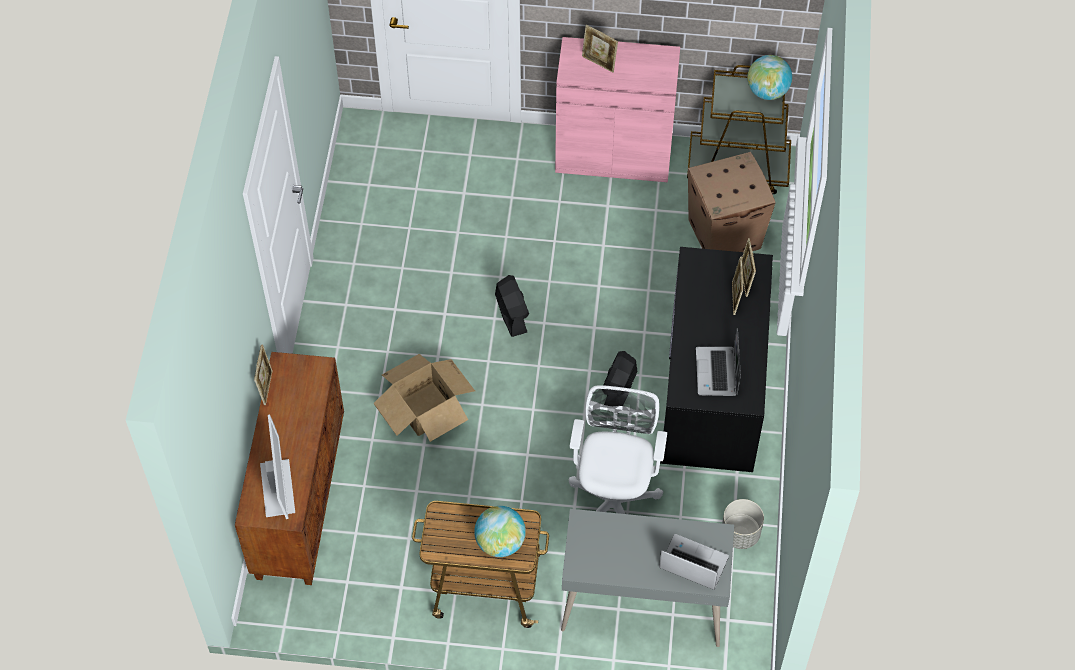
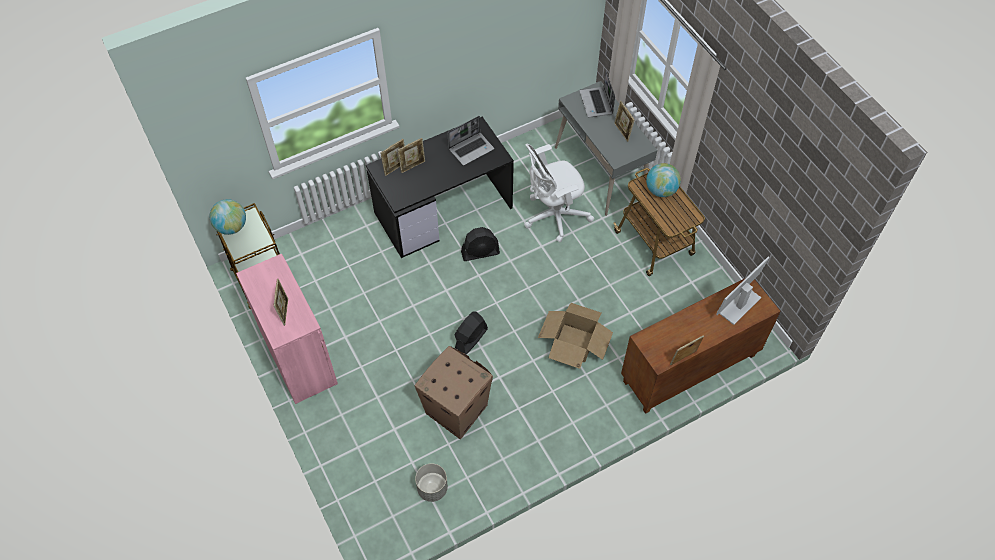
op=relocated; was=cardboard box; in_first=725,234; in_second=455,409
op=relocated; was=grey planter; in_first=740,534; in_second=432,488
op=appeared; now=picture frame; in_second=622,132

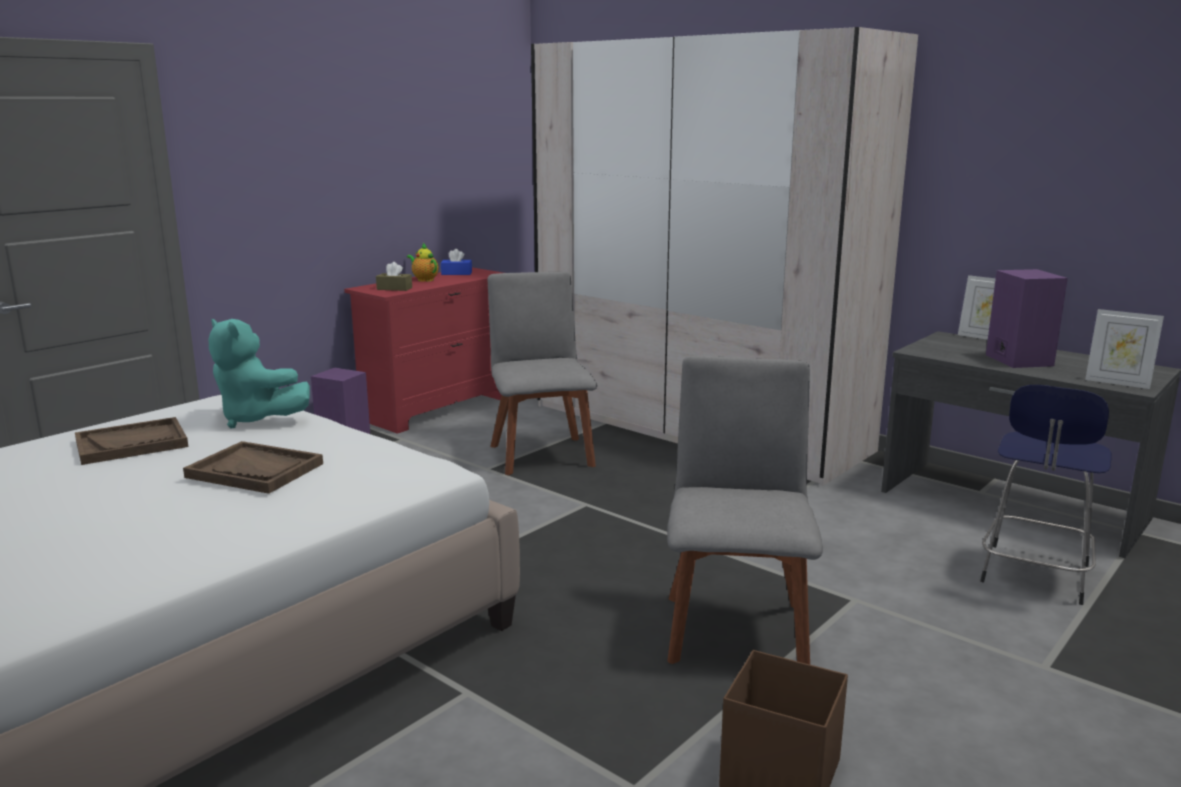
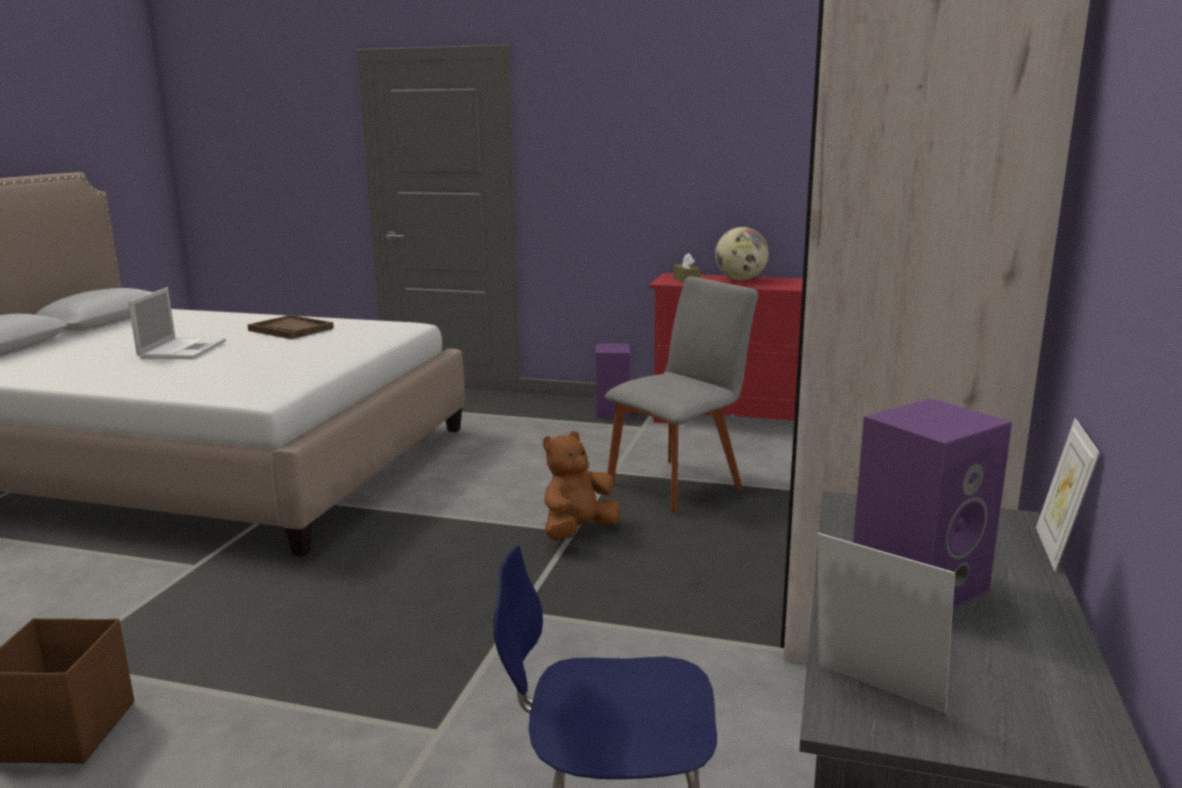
op=exchanged; was=teapot; now=globe; in_first=424,279; in_second=740,280
op=missing; was=blue tissue box; in_first=456,273
op=spun; was=picture frame; in_first=1117,383; in_second=874,694; clockwise=120
op=missing; was=turquoise plush toy; in_first=257,419
op=missing; was=grey chair; in_first=736,627
op=missing; was=brown tray; in_first=255,470
op=appeared; now=laptop; in_second=183,349
op=appeared; now=brown plush toy; in_second=578,531

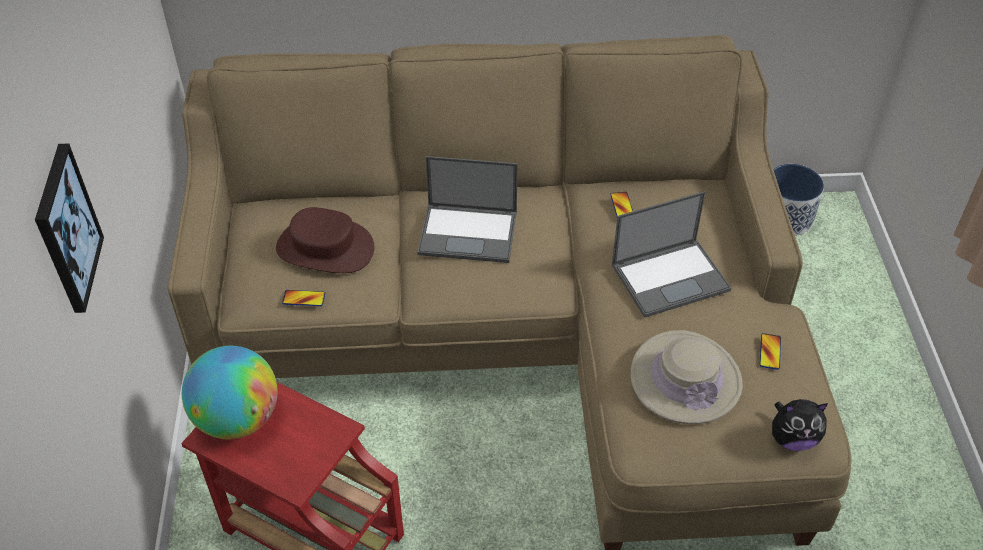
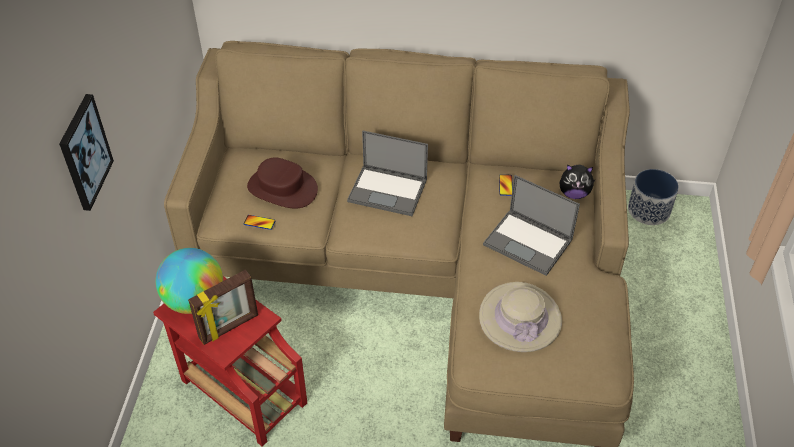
op=spun; was=laptop; in_first=671,277; in_second=529,242; clockwise=45
op=missing; was=phone; in_first=770,352
op=relocated; was=plush toy; in_first=792,439; in_second=574,193
op=appeared; now=picture frame; in_second=229,327

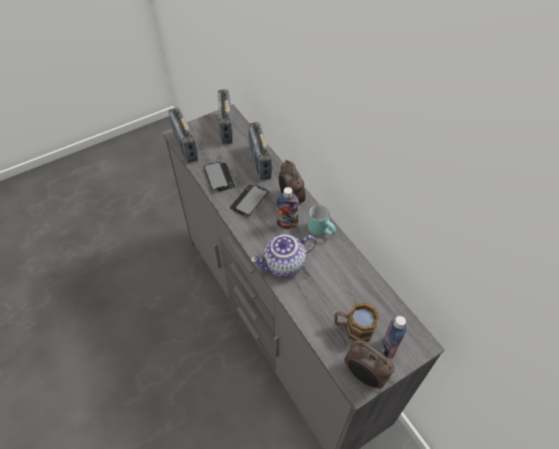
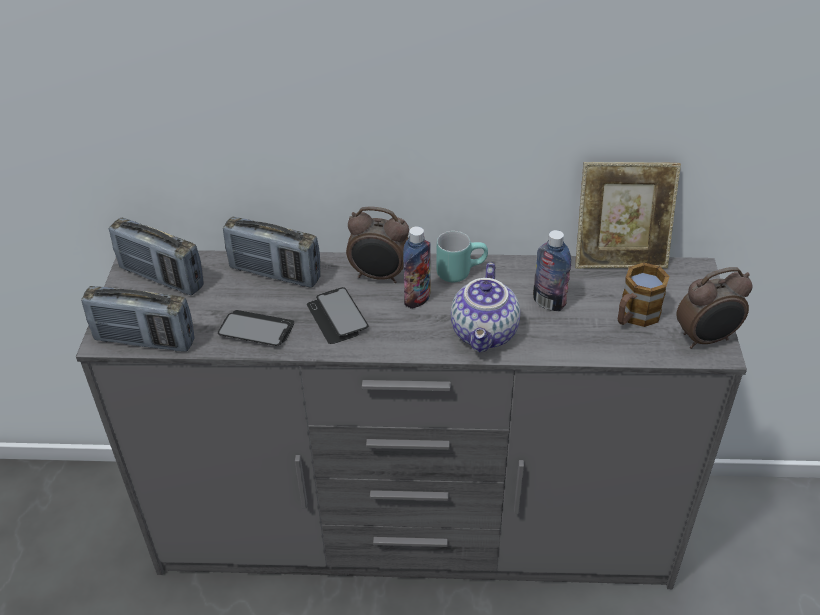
op=relocated; was=bottle; in_first=388,347; in_second=548,302
op=appeared; now=picture frame; in_second=619,257

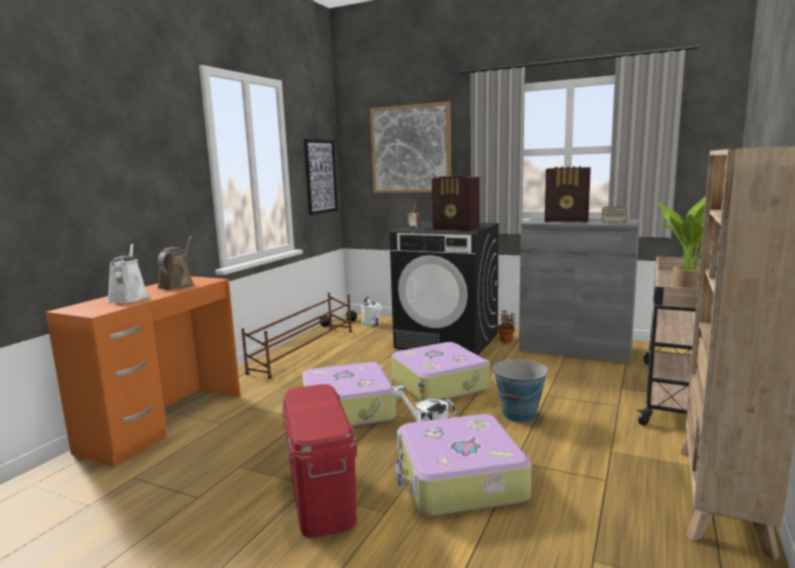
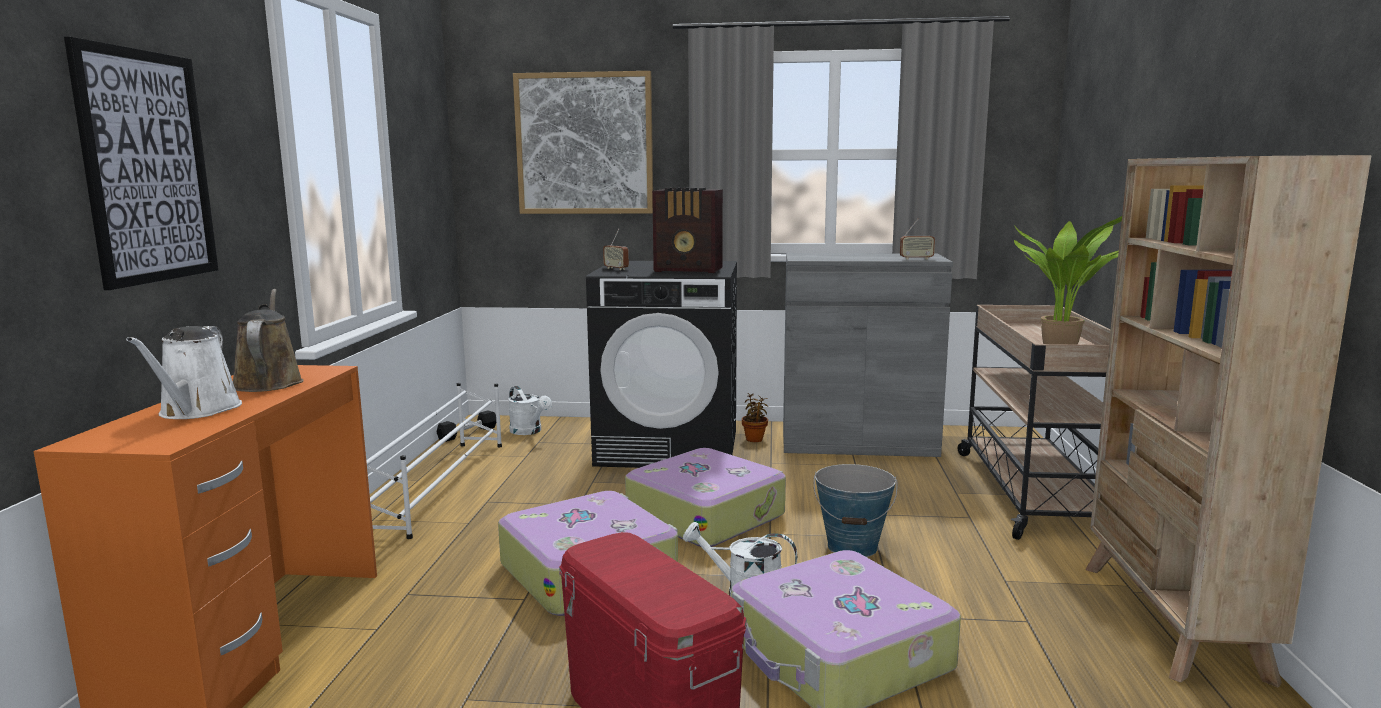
op=relocated; was=picture; in_first=320,176; in_second=147,167
op=missing; was=radio; in_first=567,221
op=spun; was=white watering can; in_first=129,298; in_second=197,411; clockwise=-150
op=colour; was=brown shoe rack; now=white shoe rack; in_first=305,350; in_second=441,484

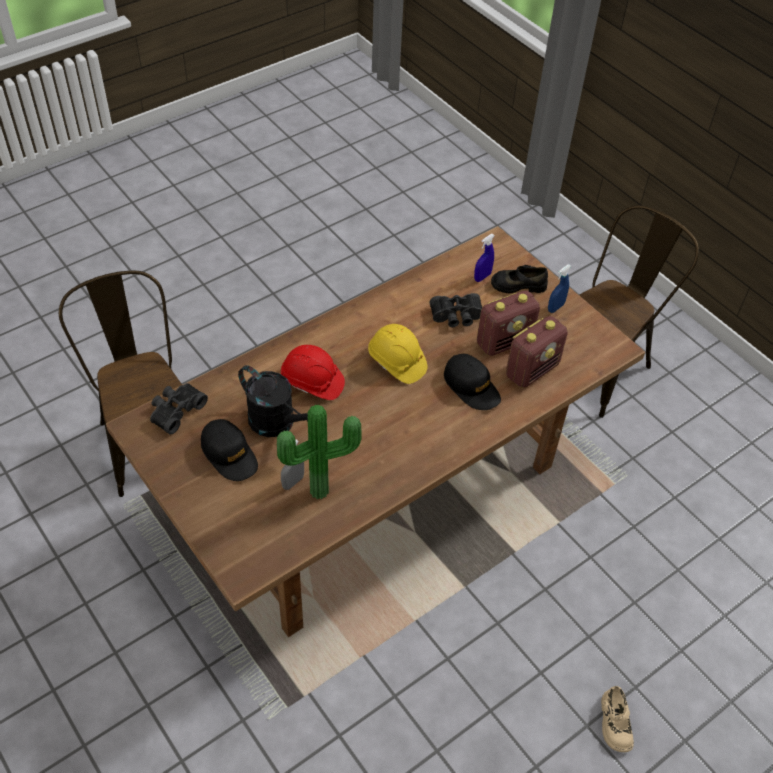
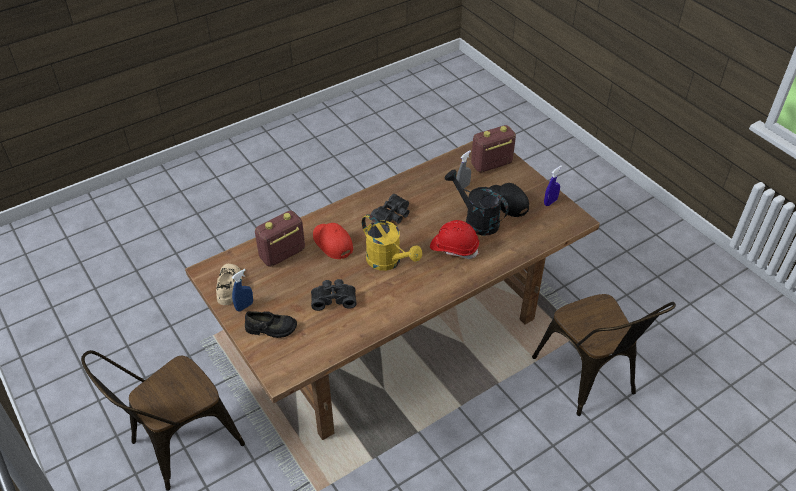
op=relocated; was=blue spray bottle; in_first=482,277; in_second=550,202
op=relocated; was=radio; in_first=504,341; in_second=491,165
op=exchanged; was=yellow hard hat; now=yellow watering can; in_first=396,362; in_second=388,262
op=colour; was=black cap; now=red cap; in_first=472,387; in_second=332,243
op=relocated; was=black binoculars; in_first=175,410; in_second=393,216
op=missing; was=potted plant; in_first=321,494
op=relocated; was=beige shoe; in_first=614,723; in_second=229,286

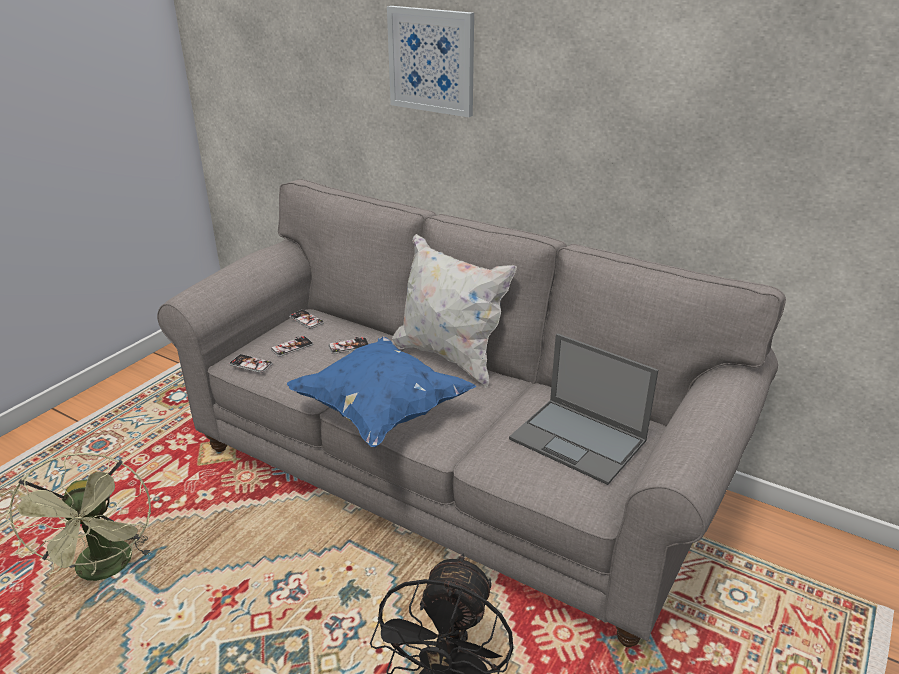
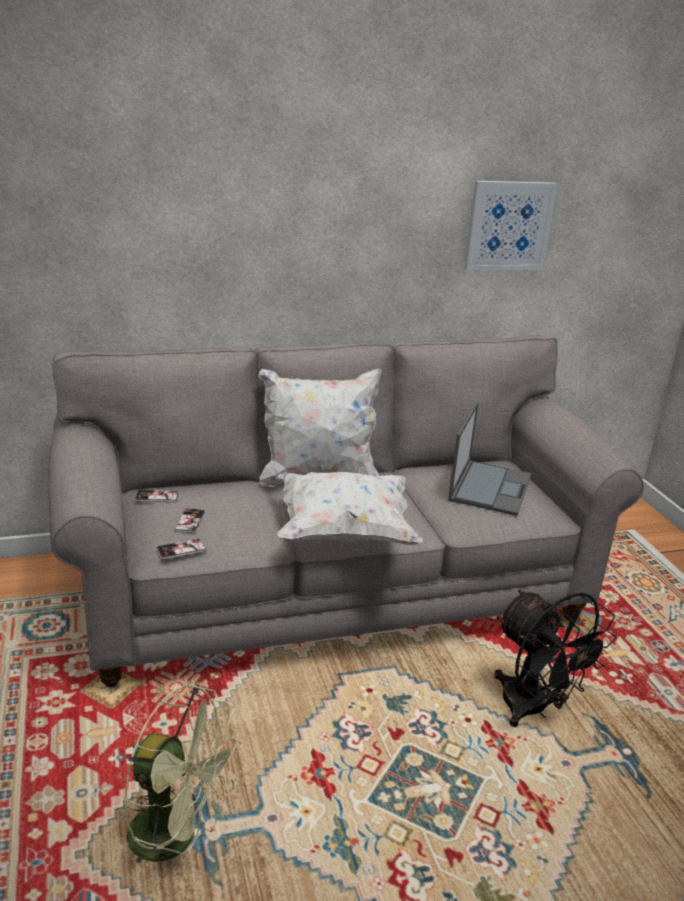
op=relocated; was=picture; in_first=432,60; in_second=508,226
op=spun; was=laptop; in_first=579,440; in_second=490,487; clockwise=-60
op=colour; was=blue pillow; now=white pillow; in_first=380,412; in_second=343,533
op=missing; was=phone; in_first=349,346

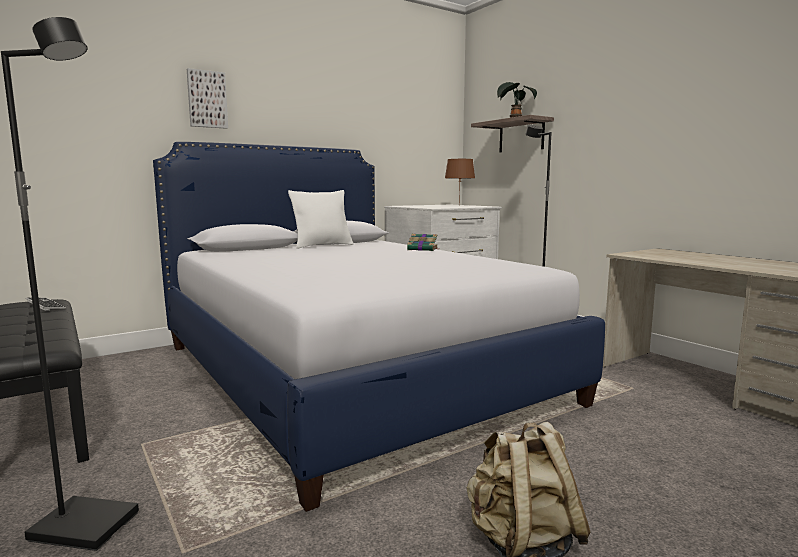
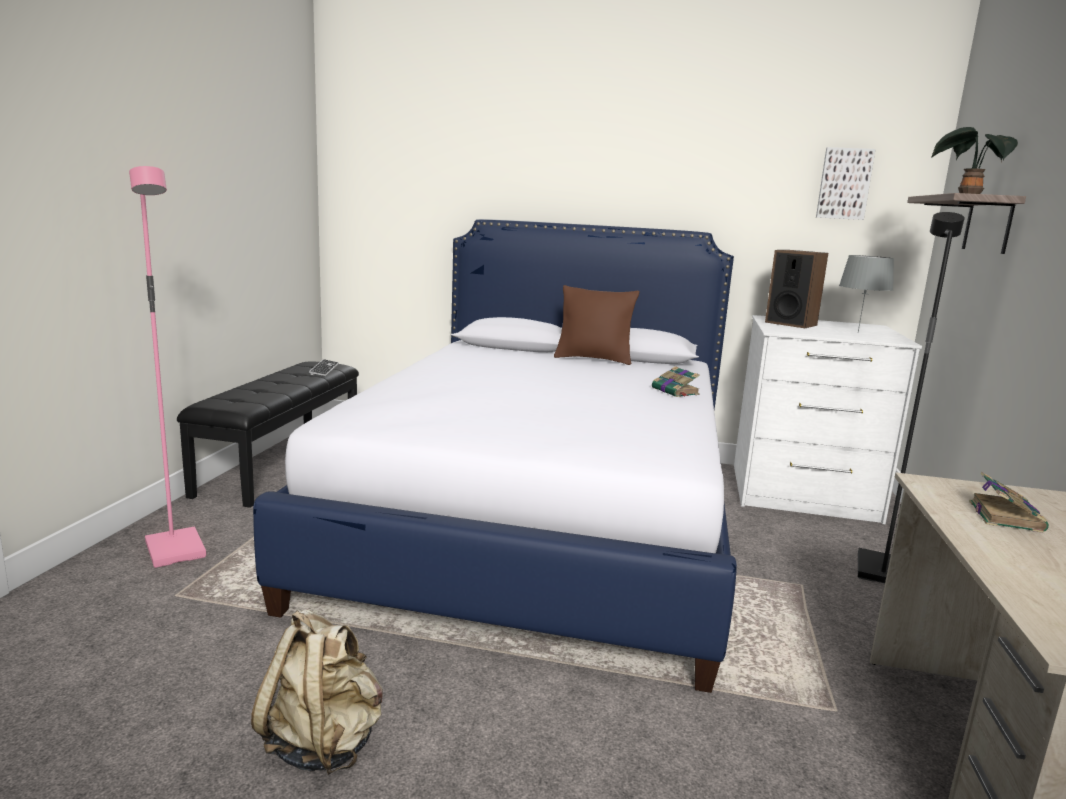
op=colour; was=black floor lamp; now=pink floor lamp; in_first=87,525; in_second=177,550
op=relocated; was=picture; in_first=207,99; in_second=844,184
op=colour; was=brown table lamp; now=grey table lamp; in_first=459,206; in_second=858,332
op=colour; was=white pillow; now=brown pillow; in_first=322,245; in_second=593,359
op=appeared; now=speaker; in_second=790,324
op=appeared; now=book; in_second=1005,516

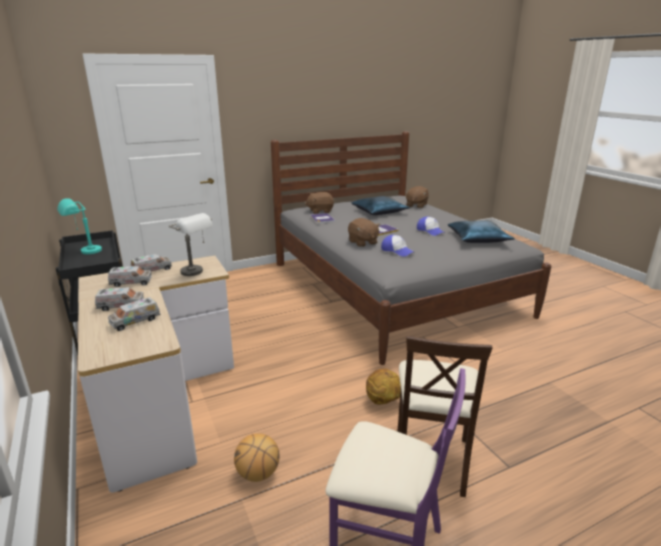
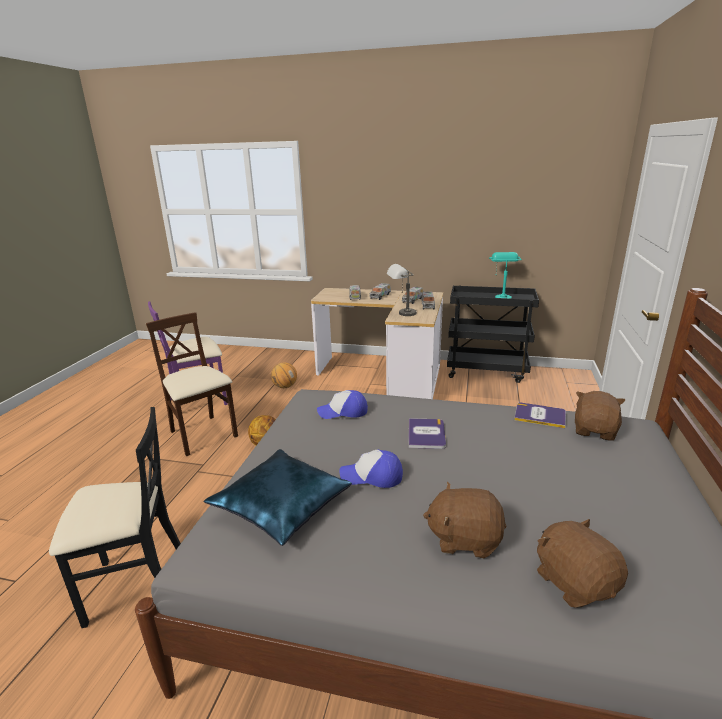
op=missing; was=blue pillow; in_first=379,212
op=relocated; was=brown plush toy; in_first=362,242; in_second=464,538
op=appeared; now=black chair; in_second=135,585

